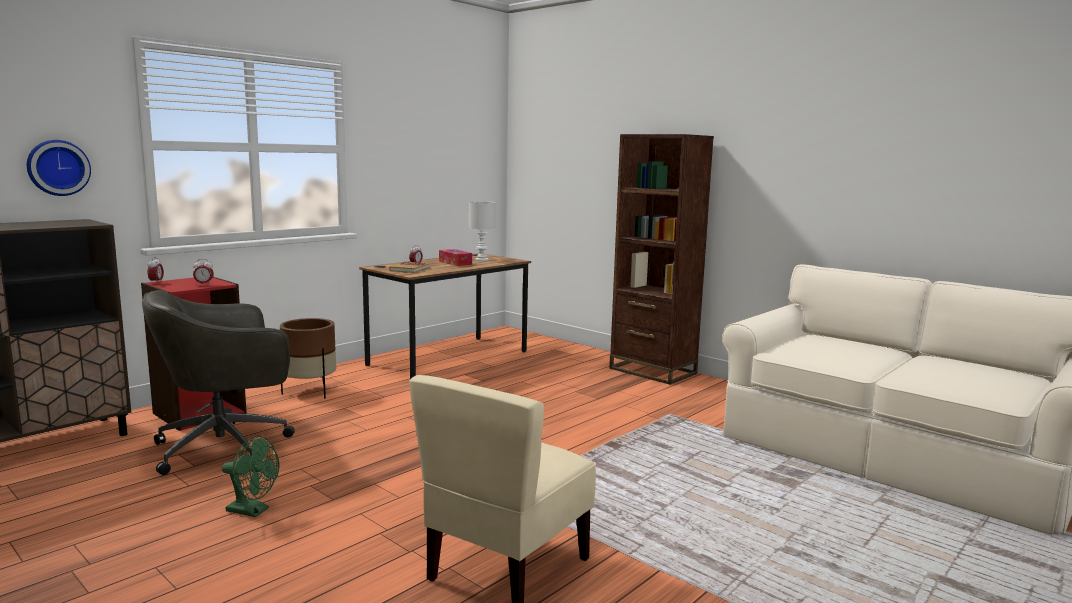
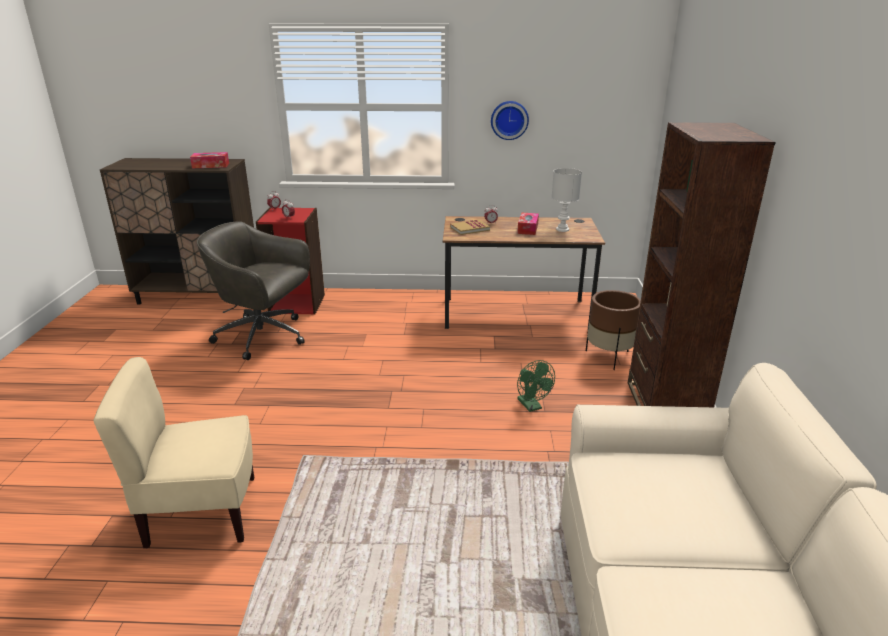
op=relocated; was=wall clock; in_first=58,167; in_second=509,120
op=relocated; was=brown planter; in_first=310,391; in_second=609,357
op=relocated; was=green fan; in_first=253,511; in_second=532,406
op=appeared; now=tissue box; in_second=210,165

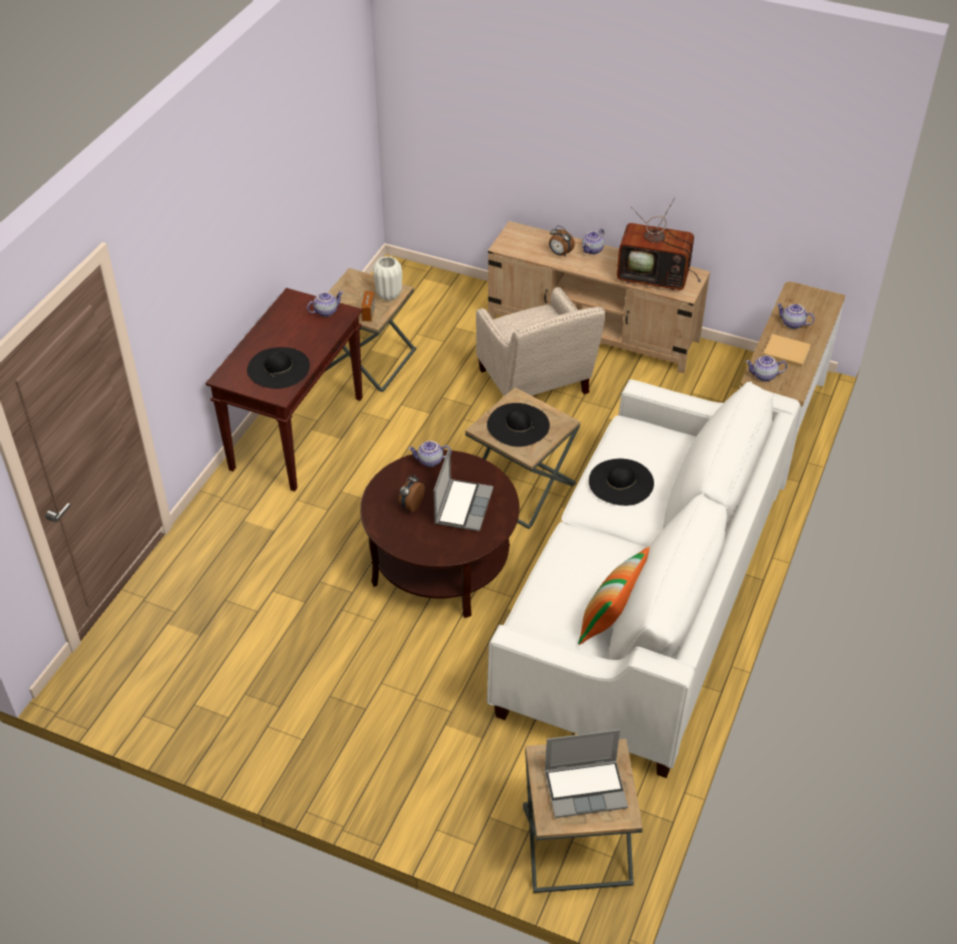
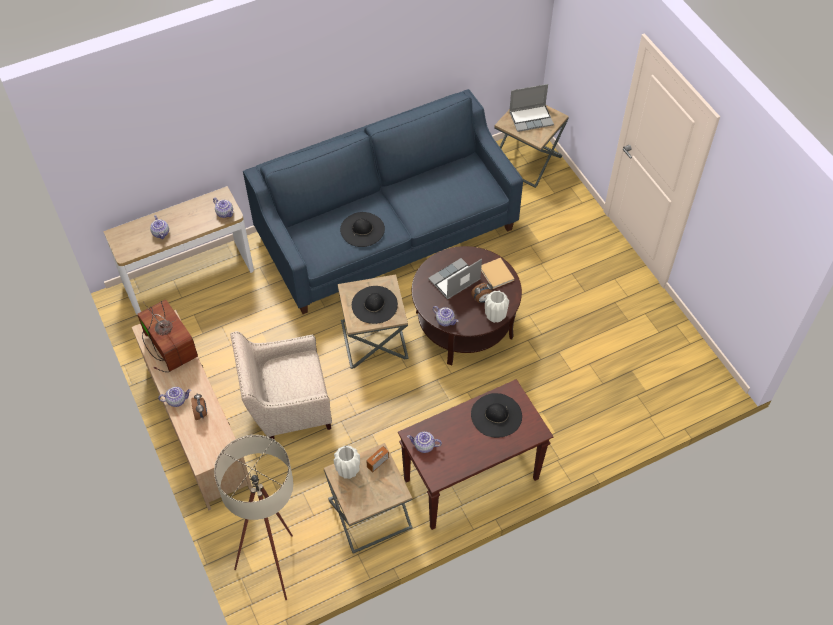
op=spun; was=beige armchair; in_first=535,387; in_second=287,406; clockwise=-120
op=relocated; was=beige book; in_first=784,352; in_second=497,275
op=colour; was=white sofa; now=blue sofa; in_first=641,606; in_second=386,233
op=missing; was=pillow; in_first=610,621
op=spun; was=laptop; in_first=586,788; in_second=531,118; clockwise=135
op=appeared; now=white vase; in_second=495,316
op=appeared; now=beige floor lamp; in_second=276,561

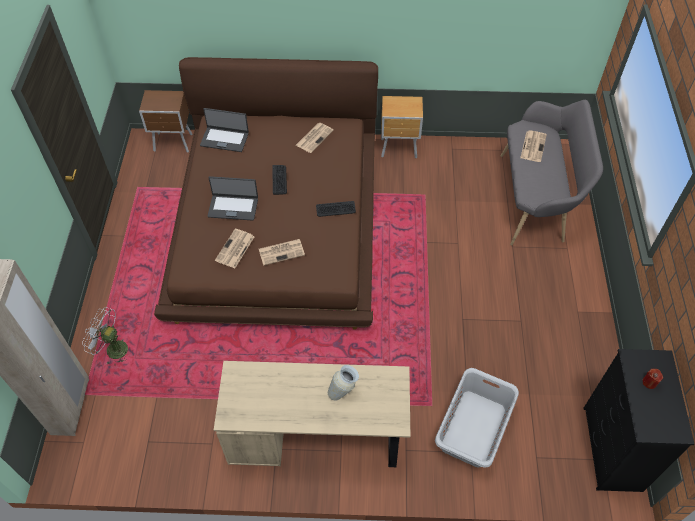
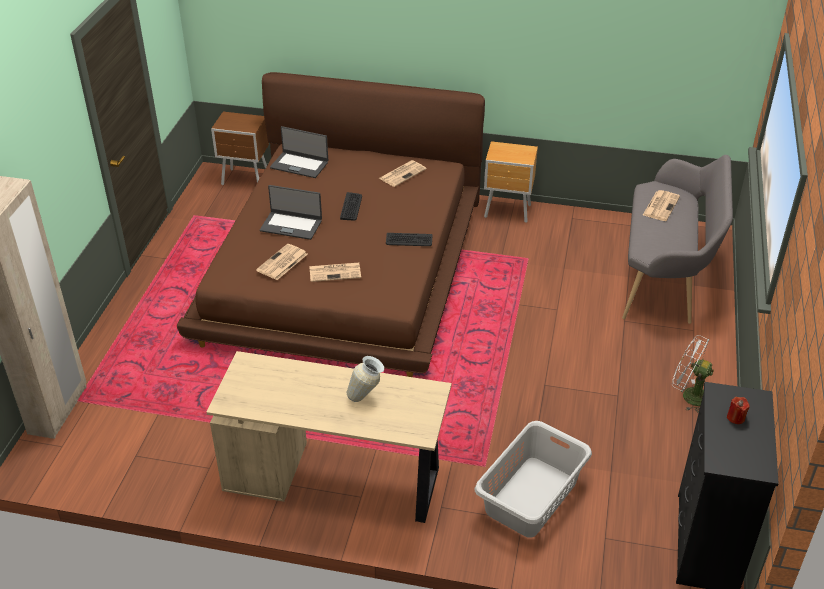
op=relocated; was=white fan; in_first=112,349; in_second=689,395

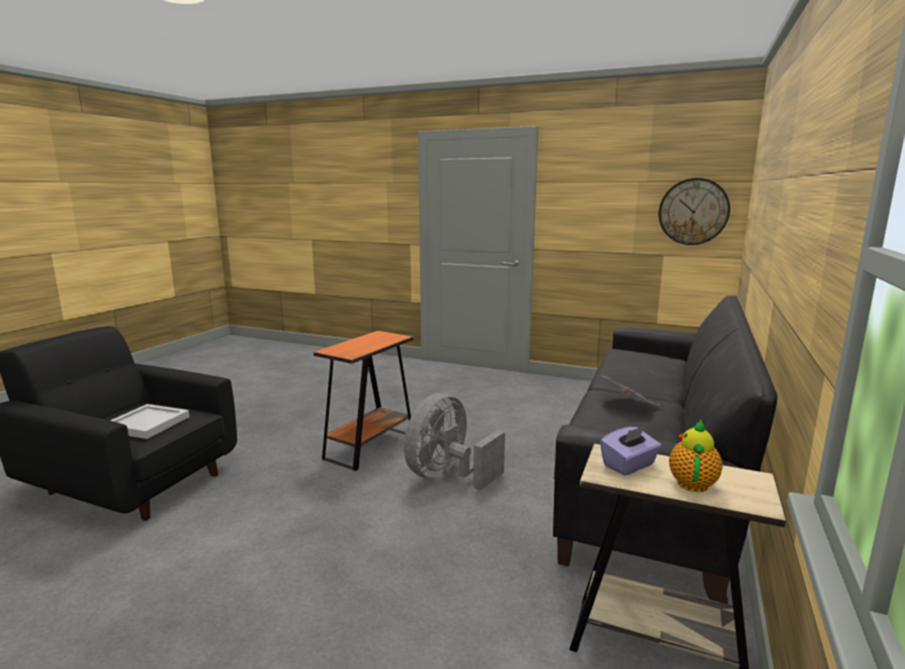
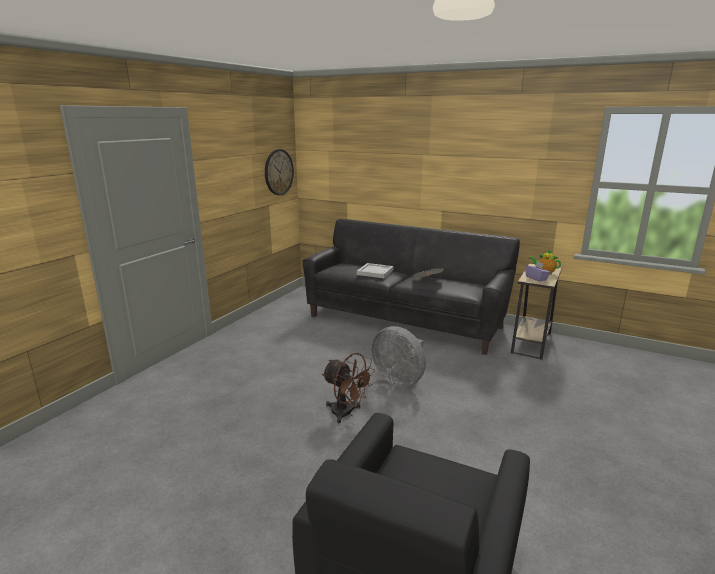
op=exchanged; was=orange side table; now=brown fan; in_first=370,446; in_second=346,413
op=relocated; was=white tray; in_first=147,423; in_second=374,272

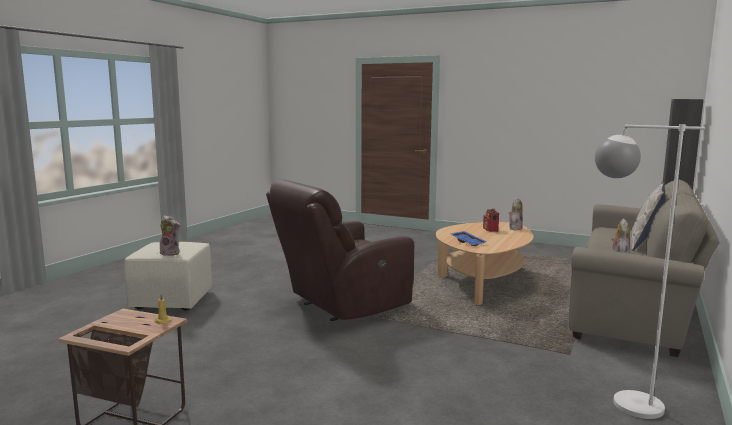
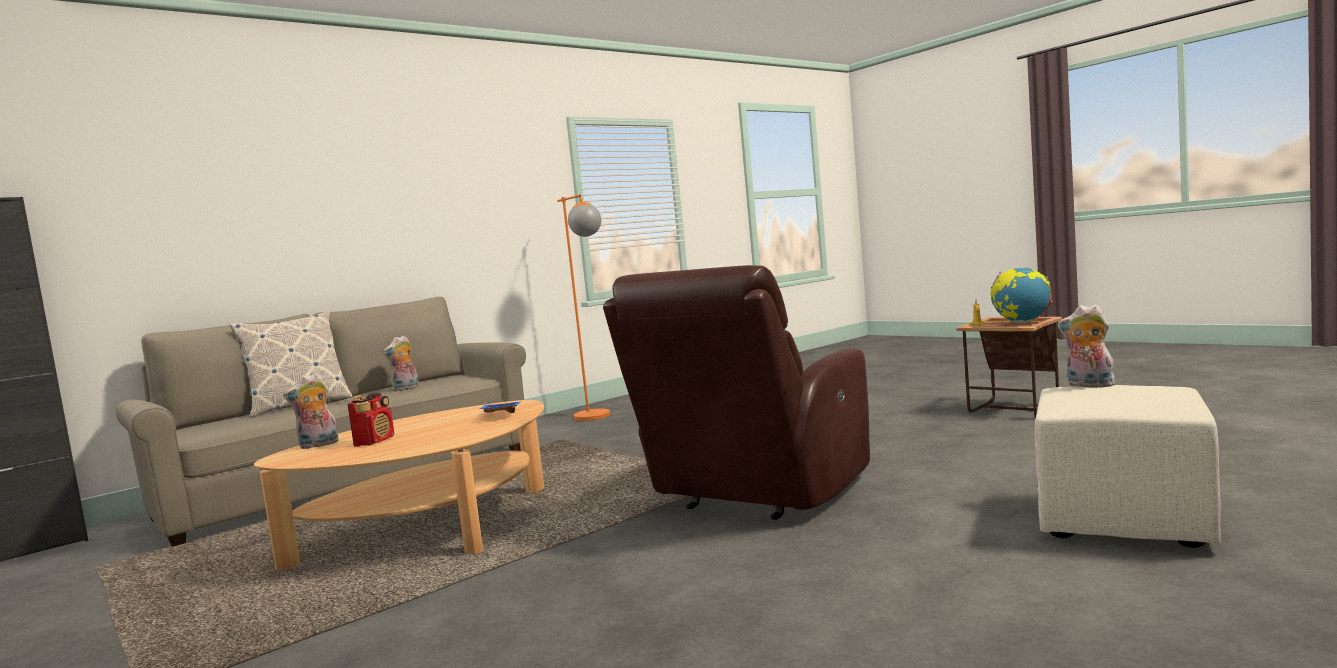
op=colour; was=white floor lamp; now=orange floor lamp; in_first=619,401; in_second=598,418
op=spun; was=brown armchair; in_first=341,306; in_second=755,496; clockwise=135
op=appeared; now=globe; in_second=1022,323

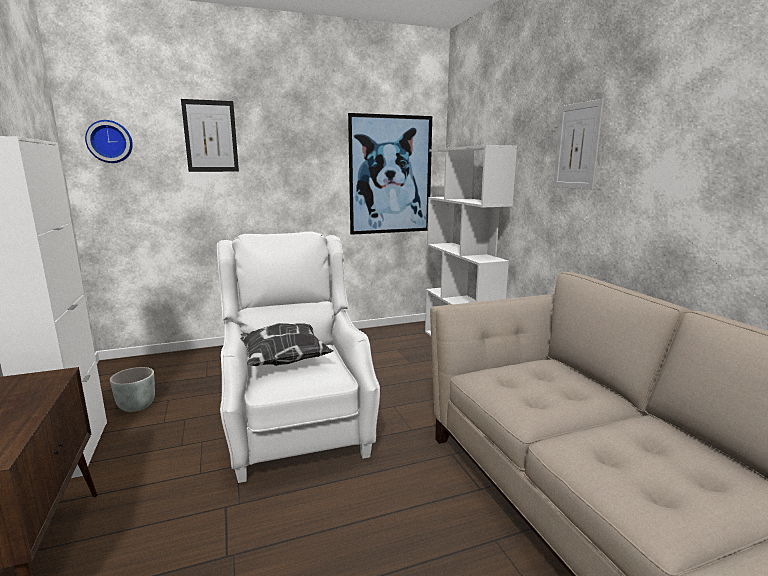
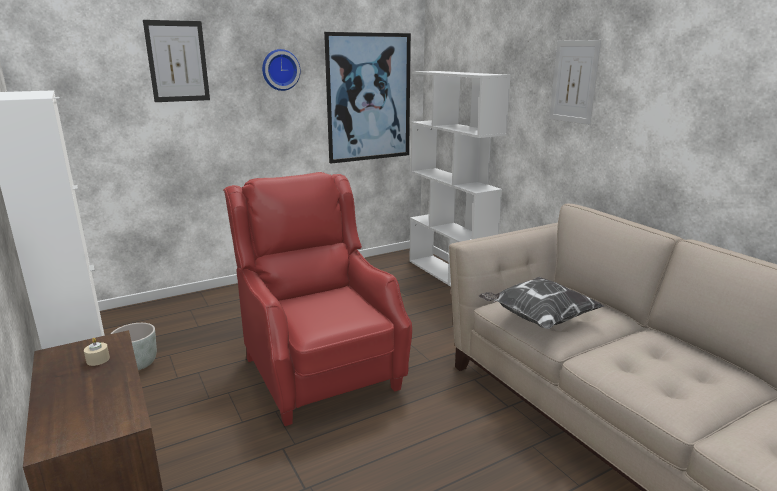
op=relocated; was=wall clock; in_first=110,141; in_second=280,70
op=colour; was=white armchair; now=red armchair; in_first=297,428; in_second=319,370
op=relocated; was=pillow; in_first=281,361; in_second=537,319
op=appeared; now=beige candle; in_second=98,359

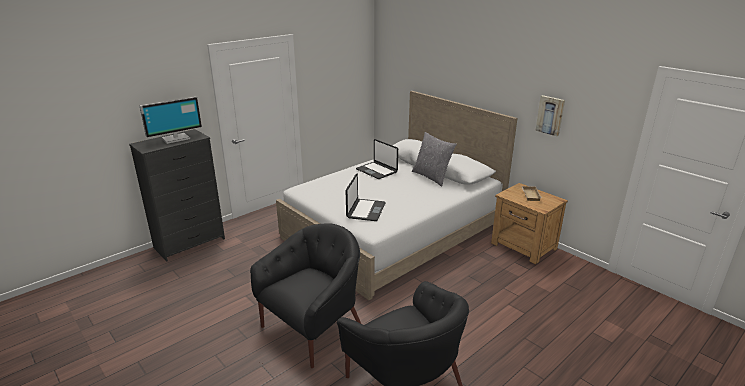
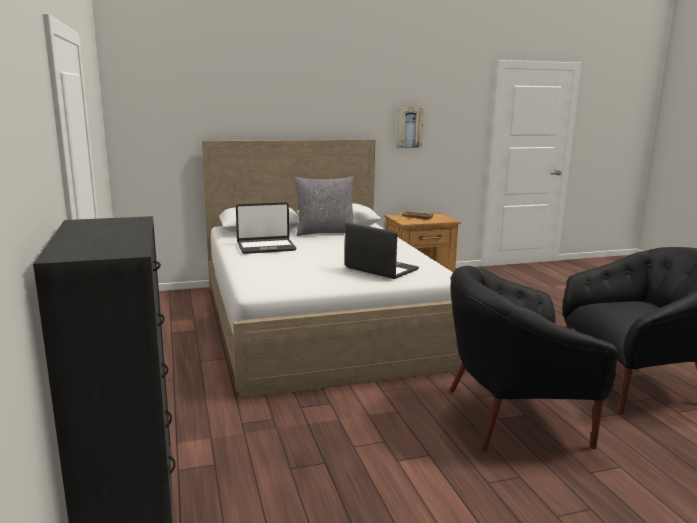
op=missing; was=monitor; in_first=175,138
op=spun; was=black armchair; in_first=313,328; in_second=514,416; clockwise=-75

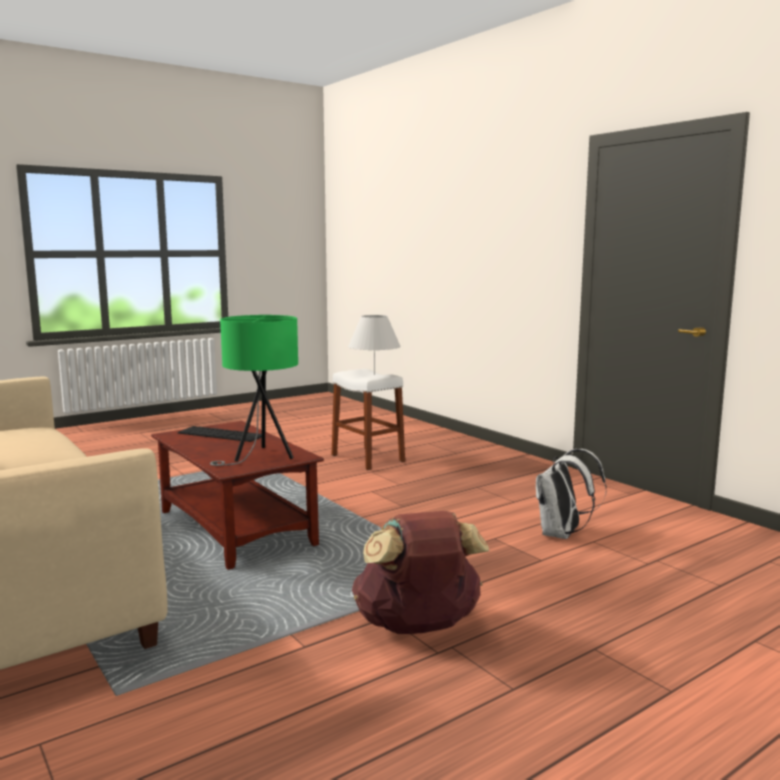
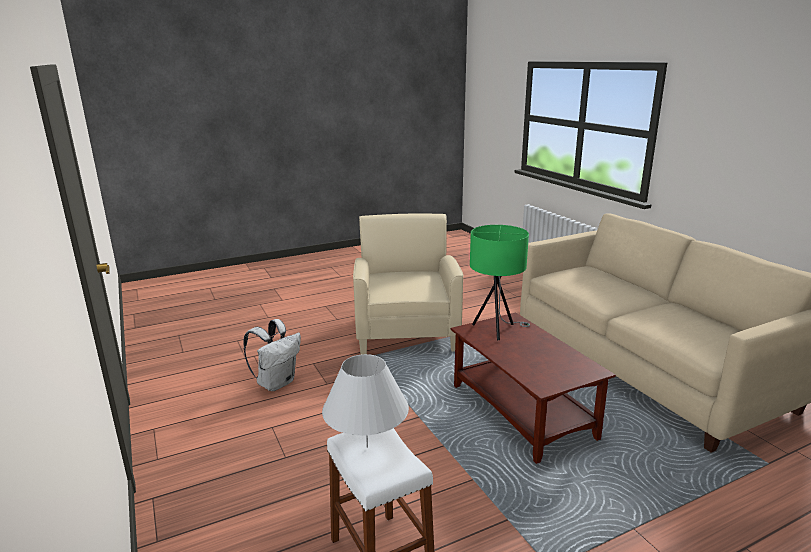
op=missing; was=keyboard; in_first=220,434
op=exchanged; was=brown backpack; now=beige armchair; in_first=418,627; in_second=406,332

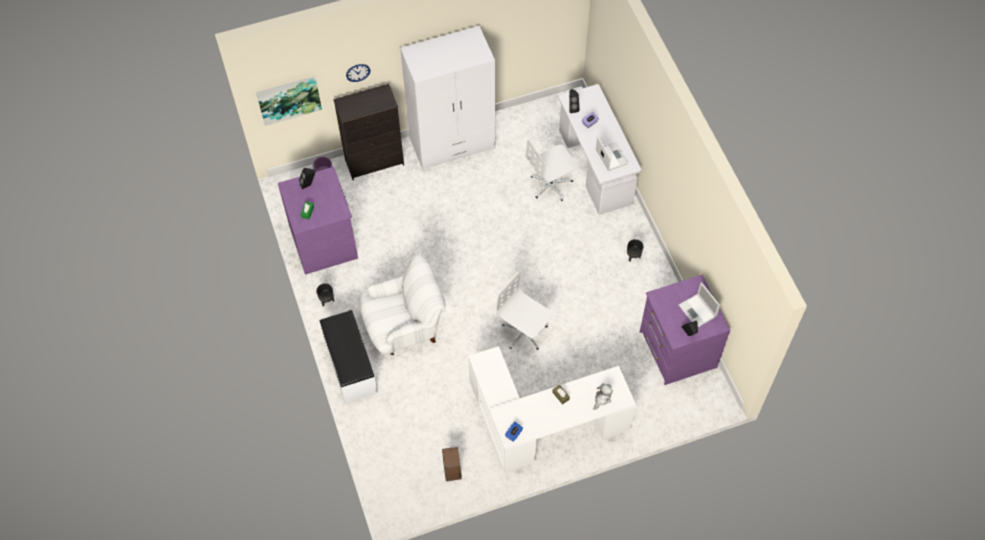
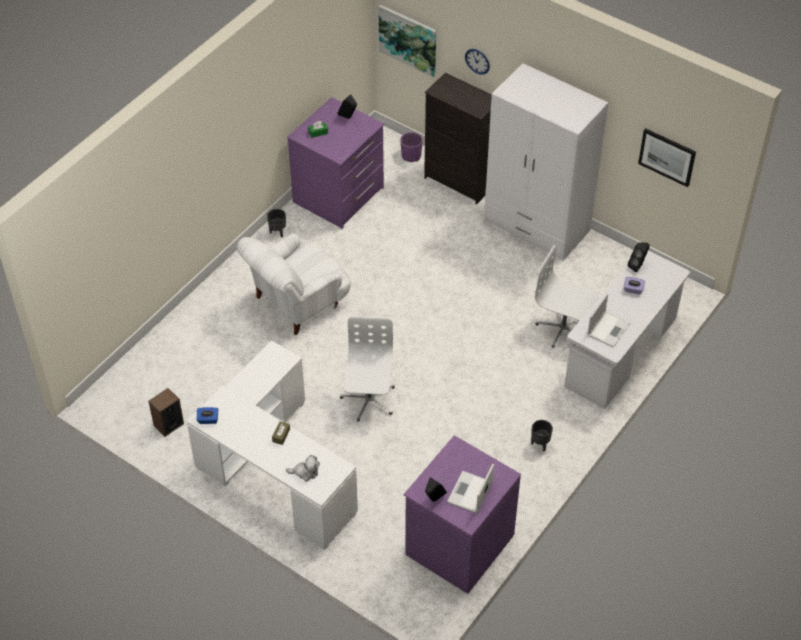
op=spun; was=white armchair; in_first=404,326; in_second=297,303; clockwise=105
op=missing; was=white bench; in_first=350,366
op=appeared; now=picture; in_second=667,156

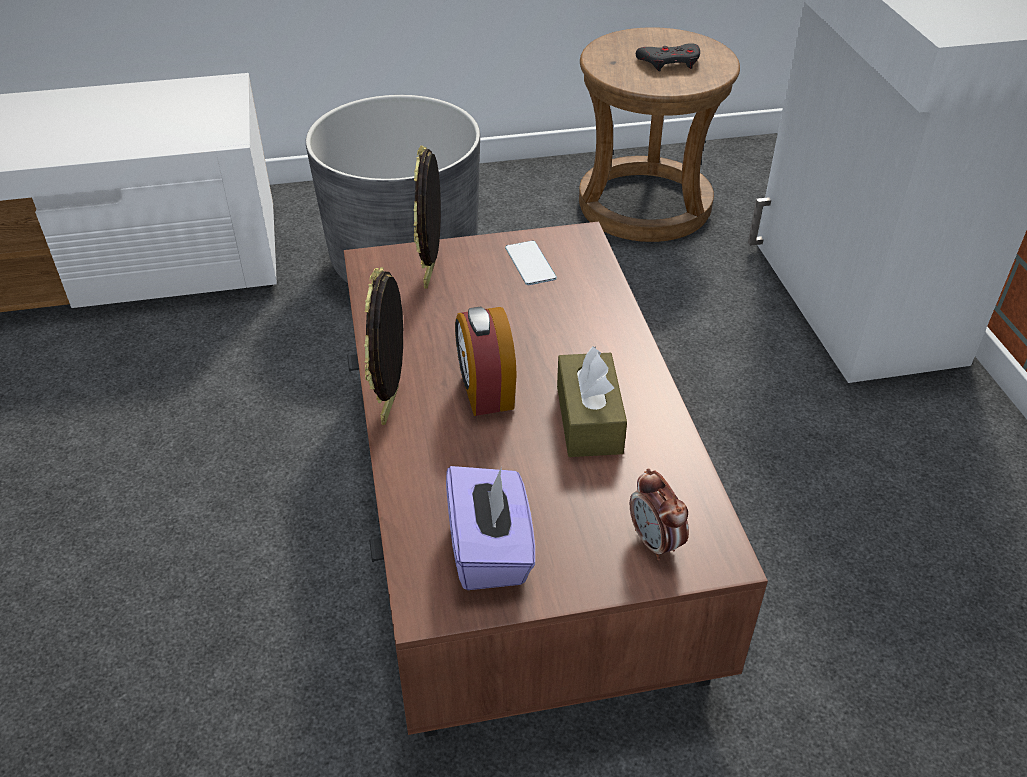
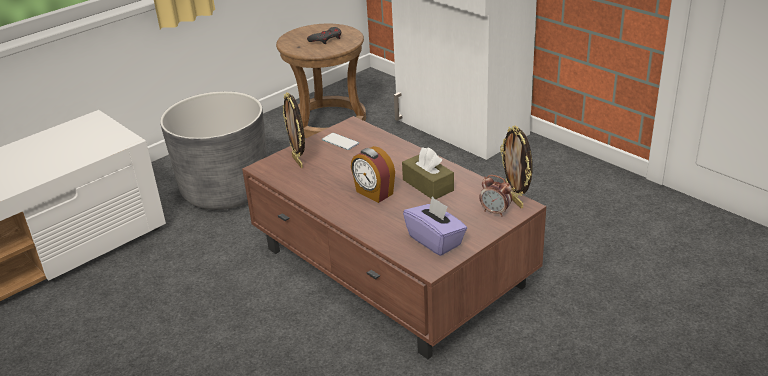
op=relocated; was=picture frame; in_first=392,405; in_second=515,200

